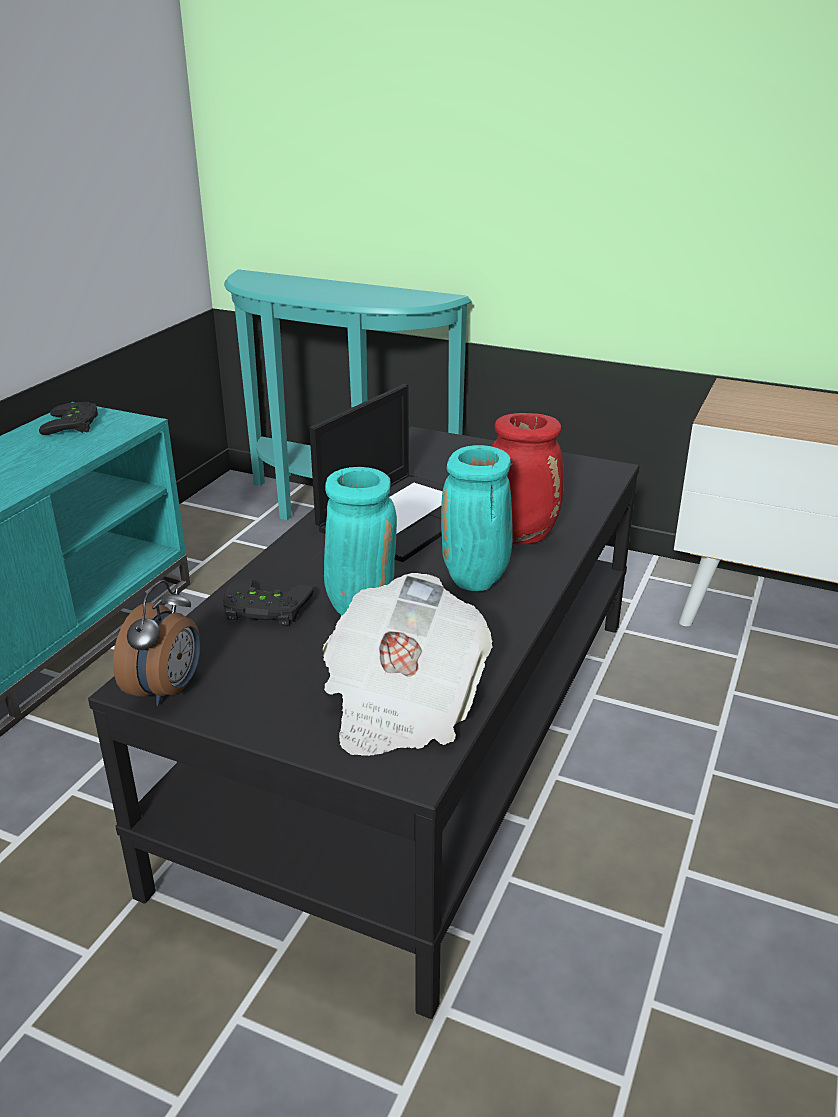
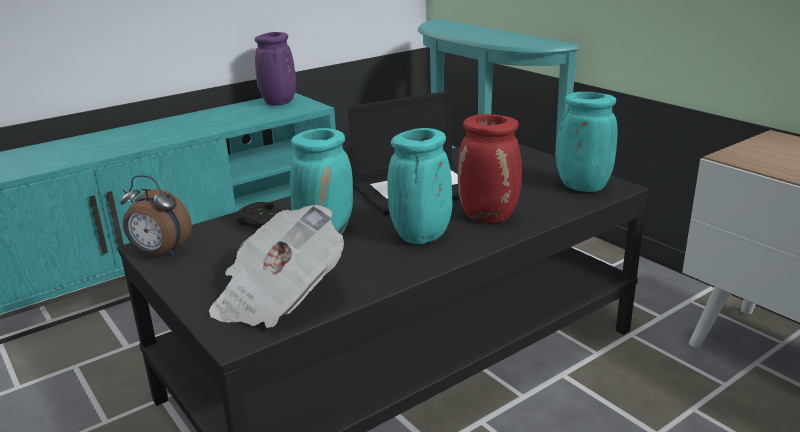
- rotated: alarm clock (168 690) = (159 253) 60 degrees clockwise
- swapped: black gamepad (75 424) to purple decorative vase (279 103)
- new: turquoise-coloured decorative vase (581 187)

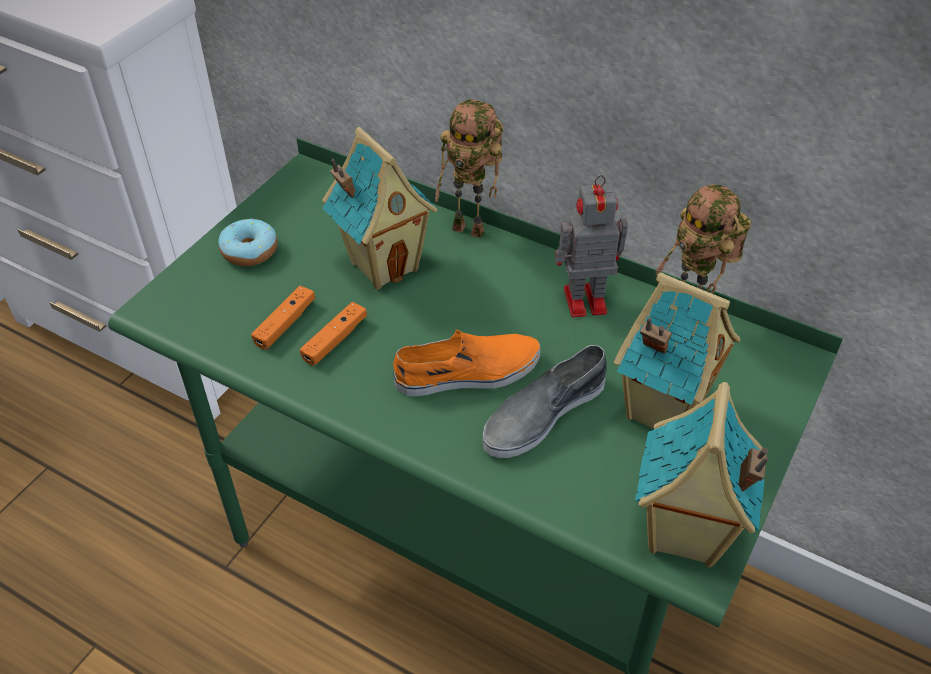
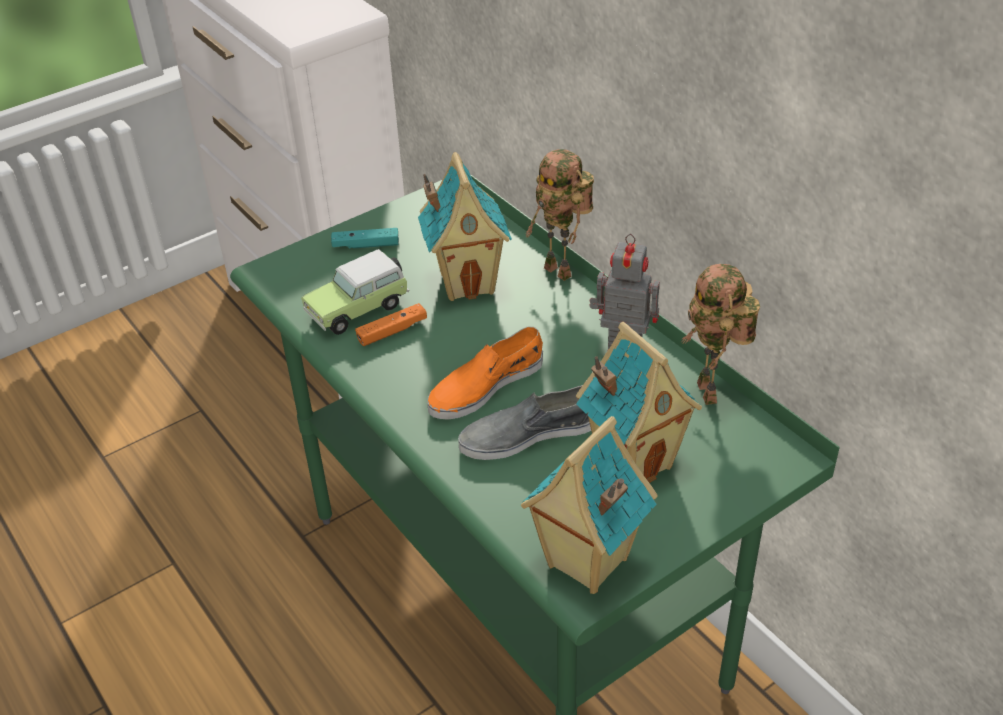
- swapped: orangey gamepad (285 324) to miniature car (360 308)
- swapped: donut (250 251) to turquoise-coloured gamepad (366 245)
- rotated: orangey low shoe (468 373) = (485 386) 135 degrees clockwise

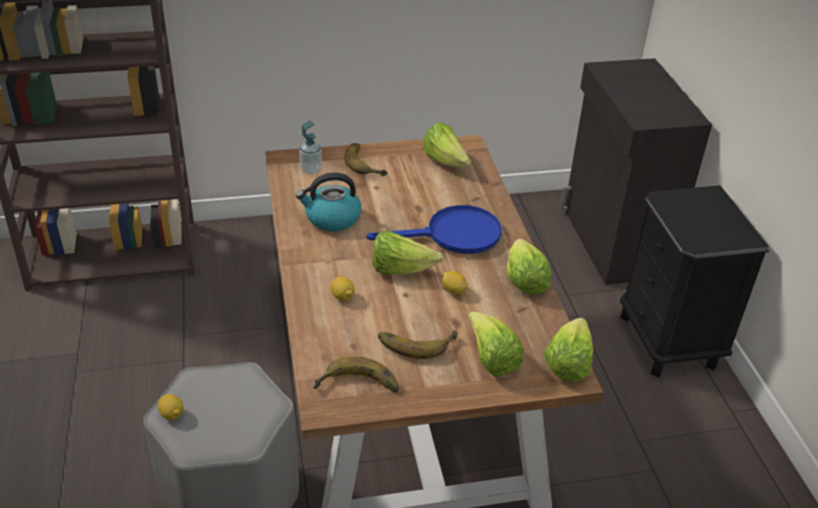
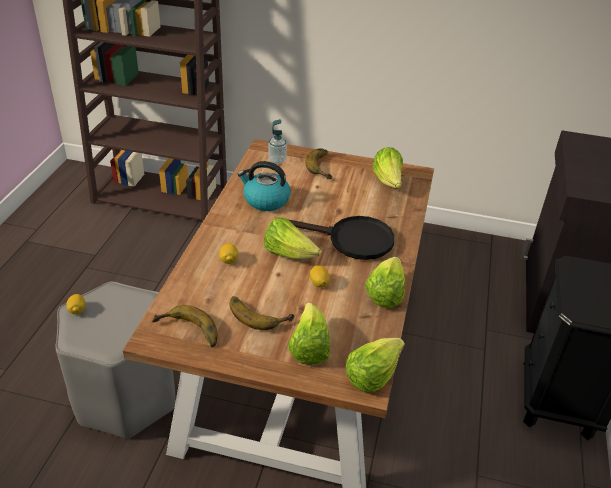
- repainted: blue-coloured skillet (453 235) to black skillet (351 240)

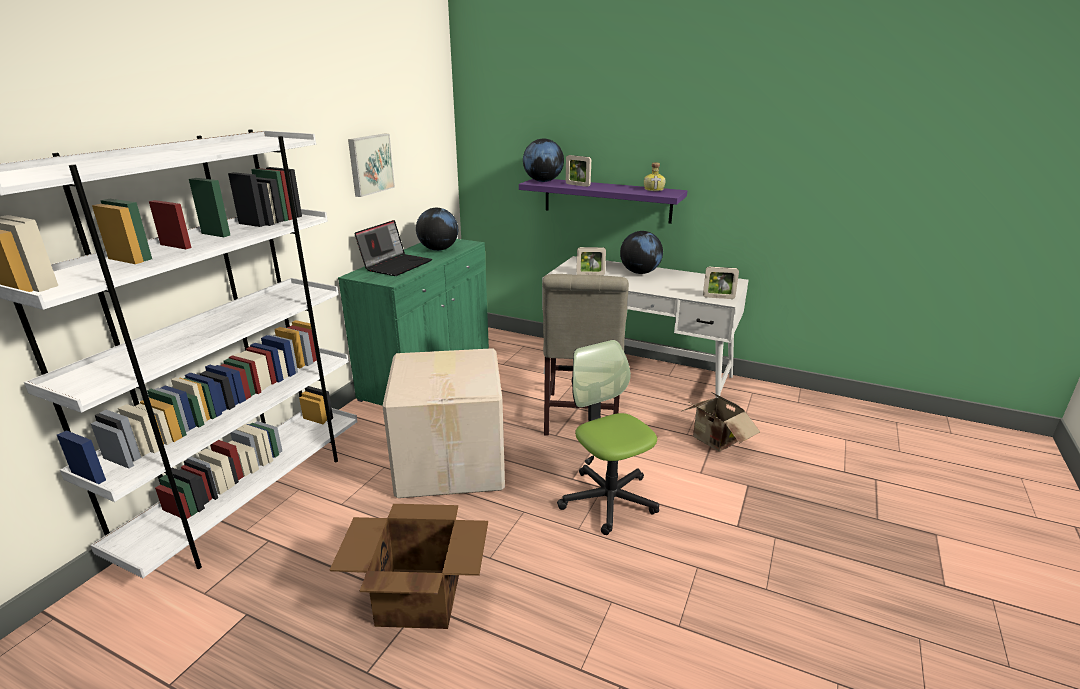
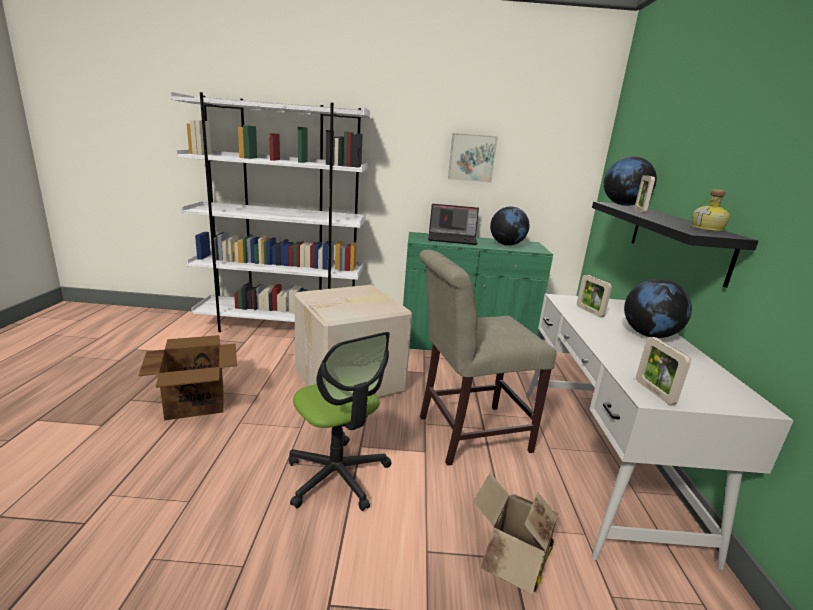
- rotated: desk chair (608 499) = (337 476) 105 degrees clockwise
- repainted: purple shelf (606 200) to black shelf (677 240)

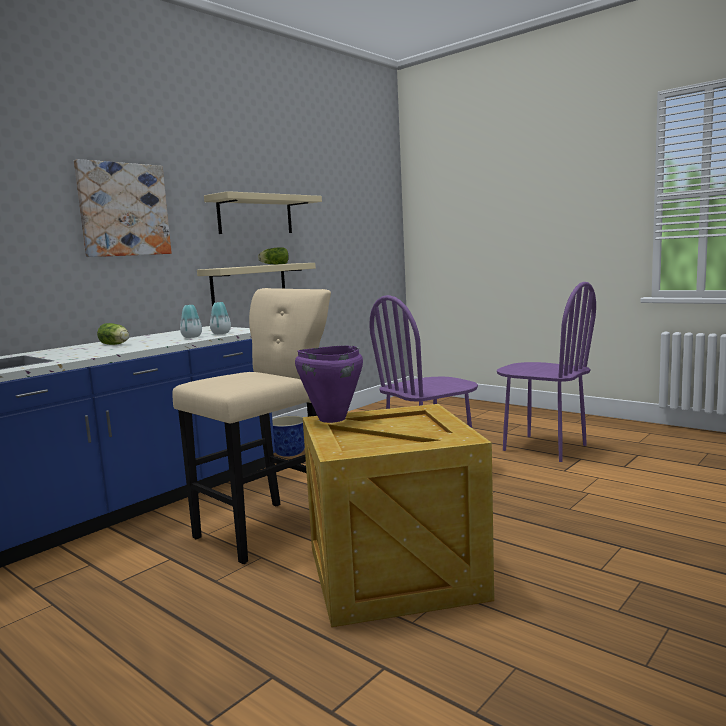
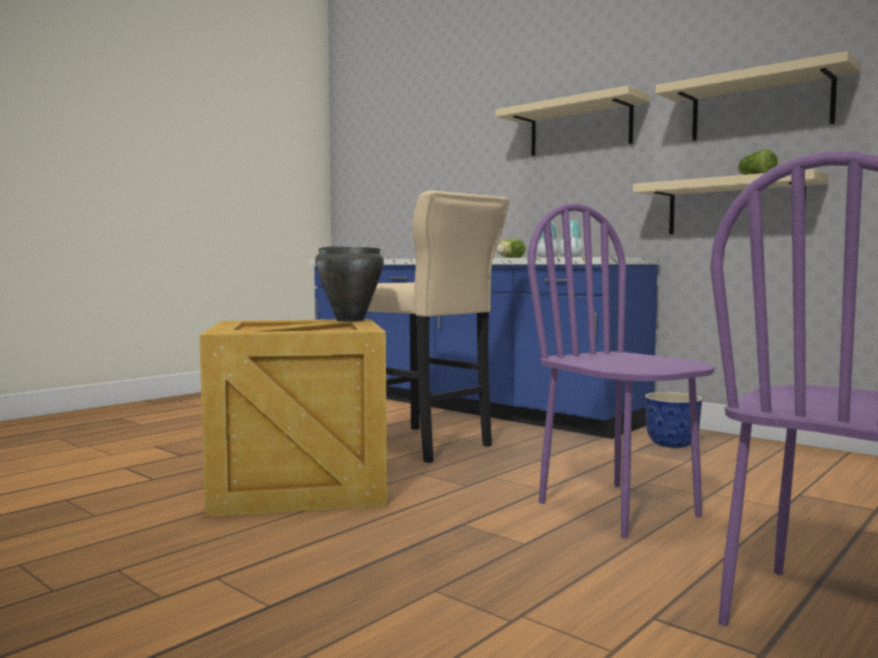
- repainted: purple saucepot (331 419) to black saucepot (350 320)
- swapped: wall art (123 210) to sand-coloured shelf (580 128)

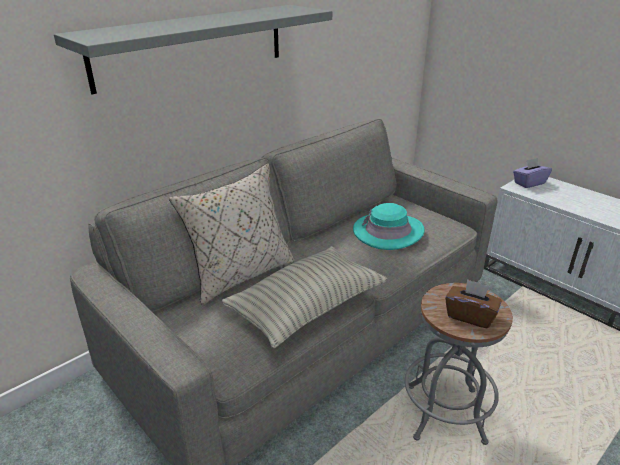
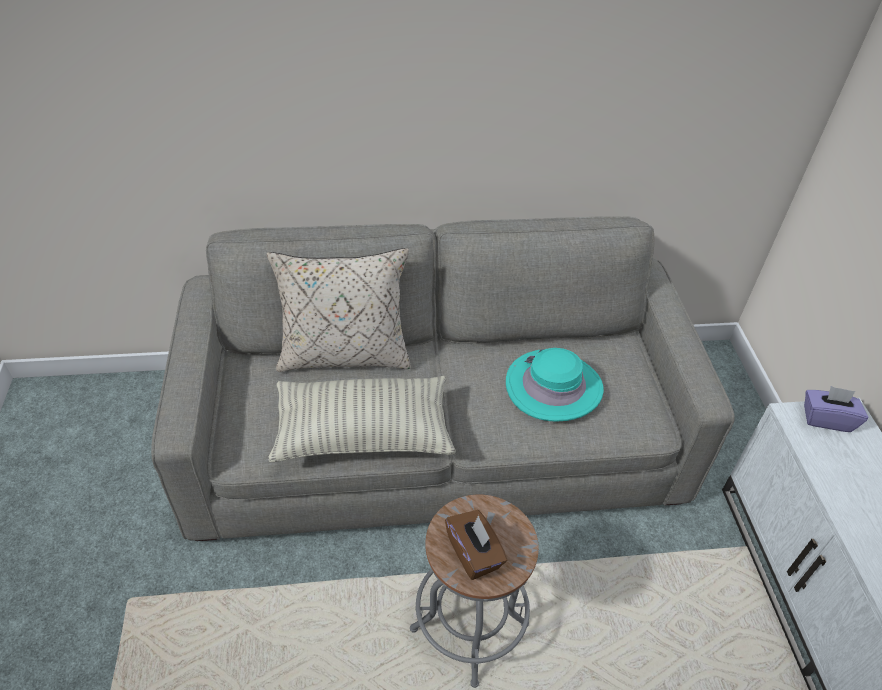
- gone: gray shelf (192 45)

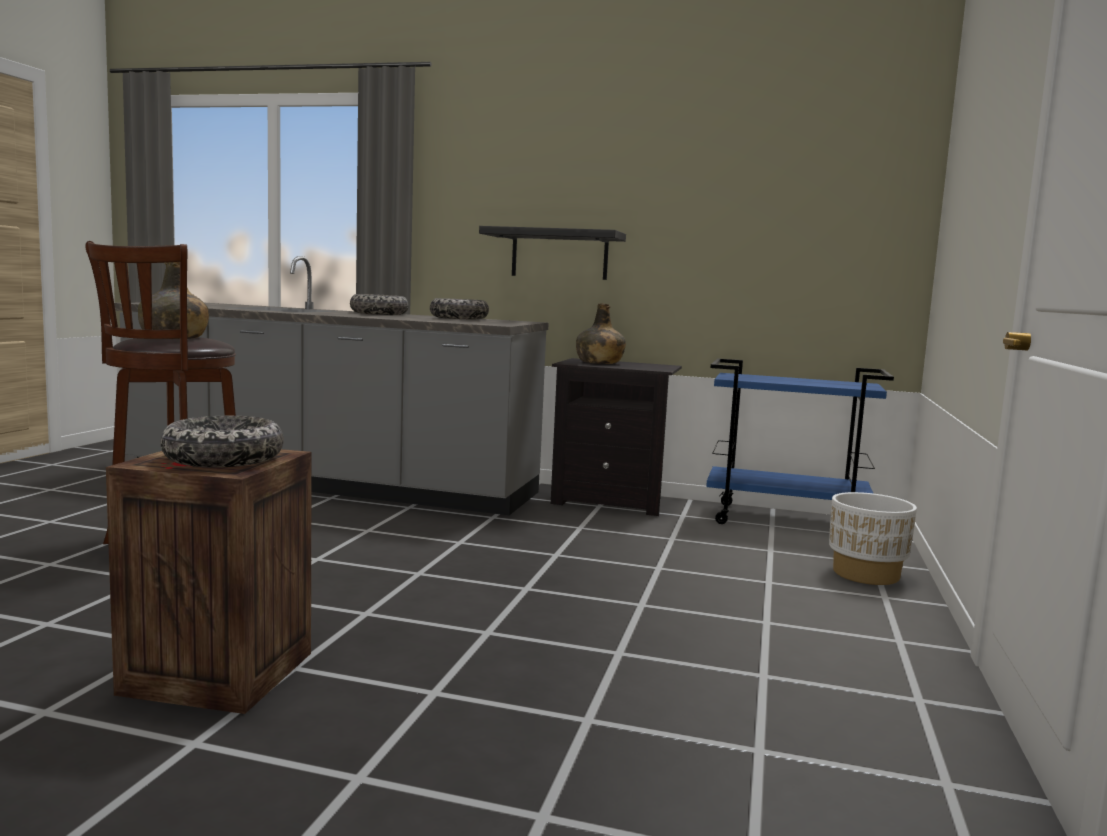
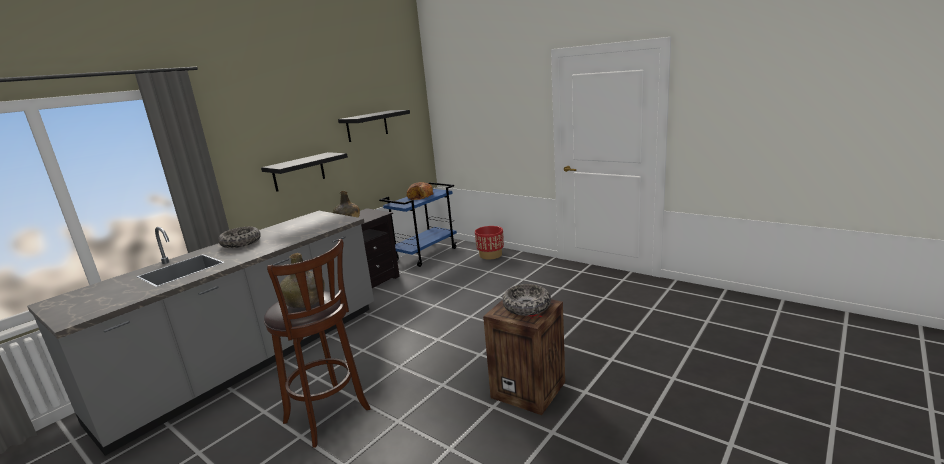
- new: black shelf (367 126)
- new: bread (421 196)
- repainted: white flower pot (866 574) to red-coloured flower pot (490 255)
- gone: bowl (459 318)

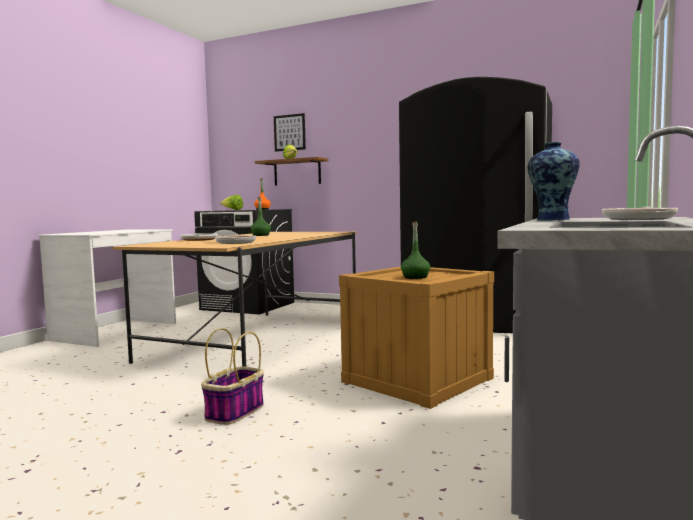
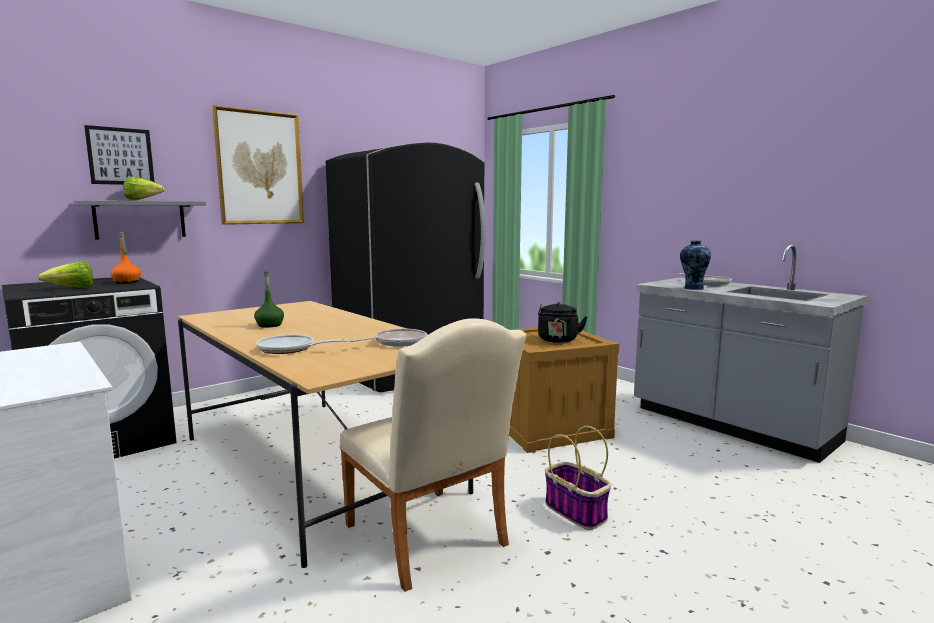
- repainted: brown shelf (297 172) to gray shelf (140 219)
- new: wall art (260 168)
- new: sand-coloured plain chair (430 540)
- swapped: greenish bottle (415 277) to black kettle (558 340)

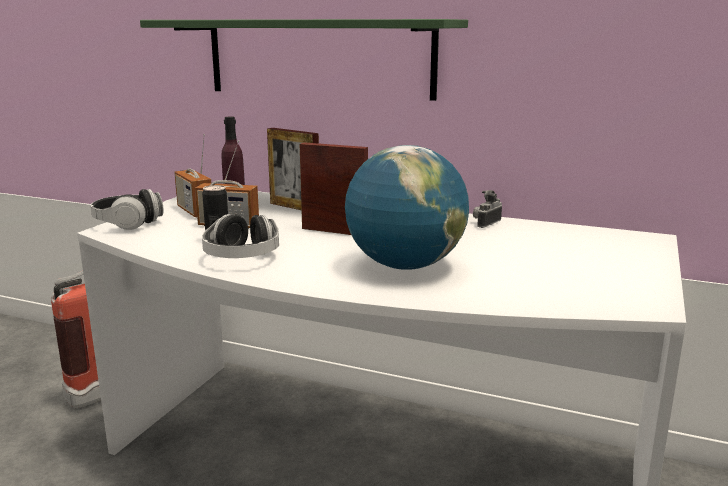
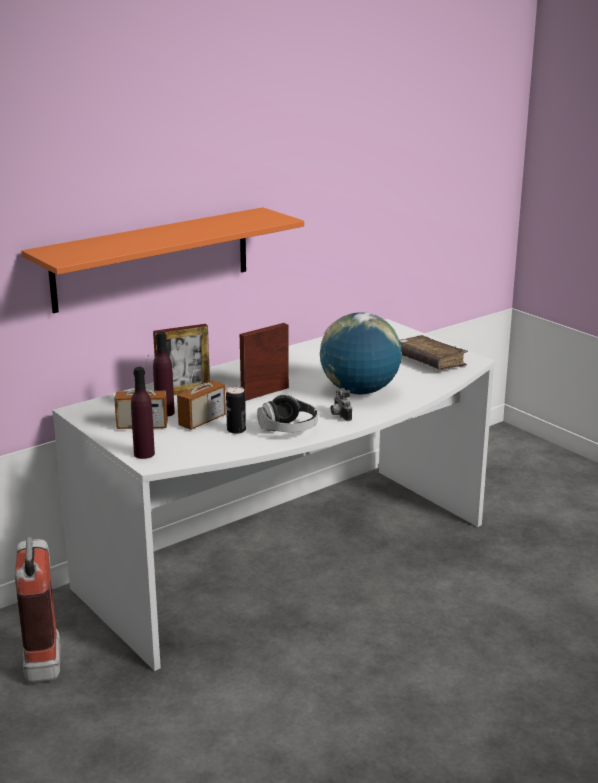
- repainted: greenish shelf (318 58) to orangey shelf (152 259)
- swapped: headset (128 223) to purple bottle (144 454)
- shifted: photo camera (485 223) to (339 416)
- new: brown bound book (429 362)

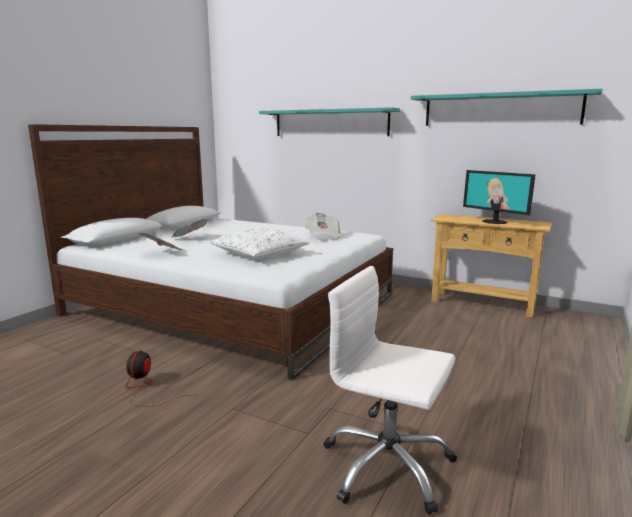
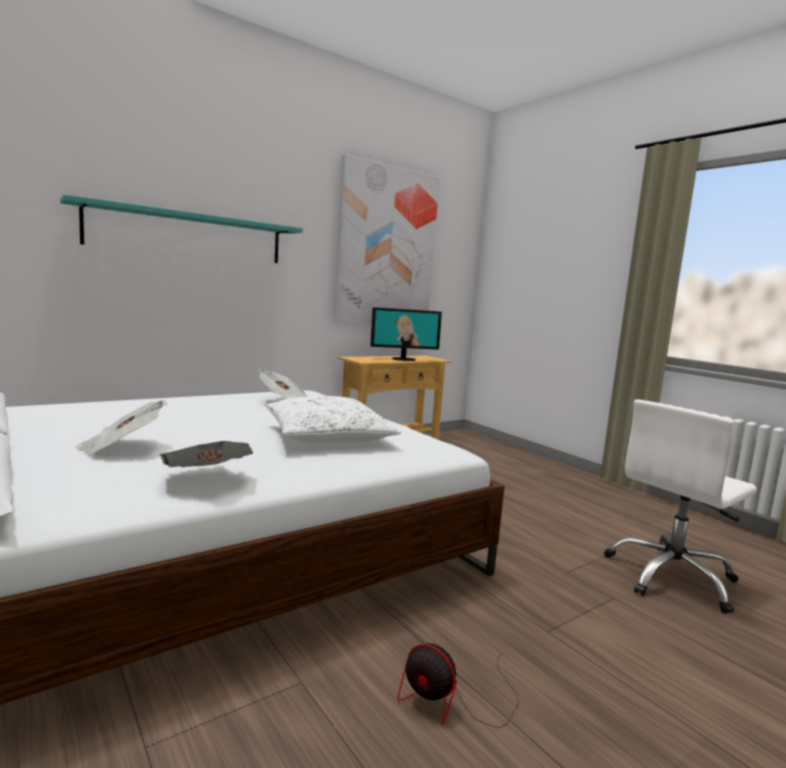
- swapped: turquoise-coloured shelf (500 109) to wall art (386 246)

